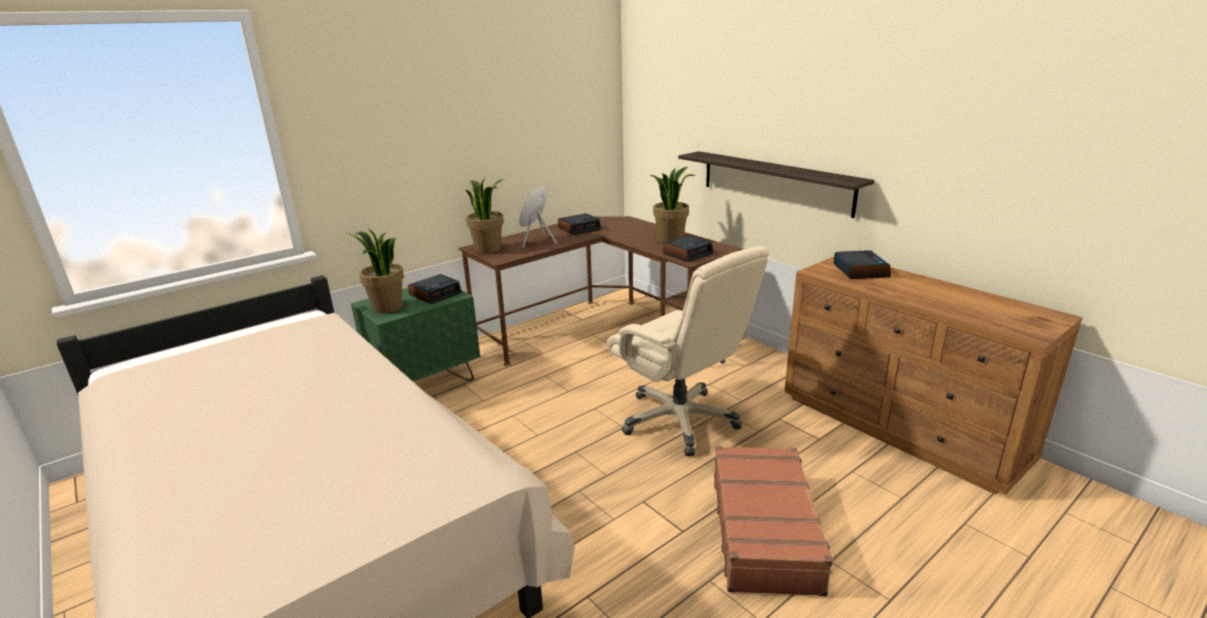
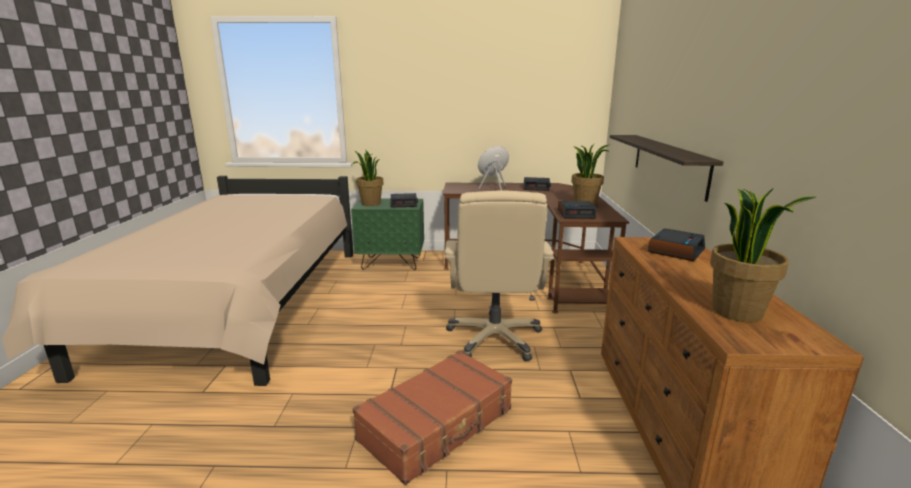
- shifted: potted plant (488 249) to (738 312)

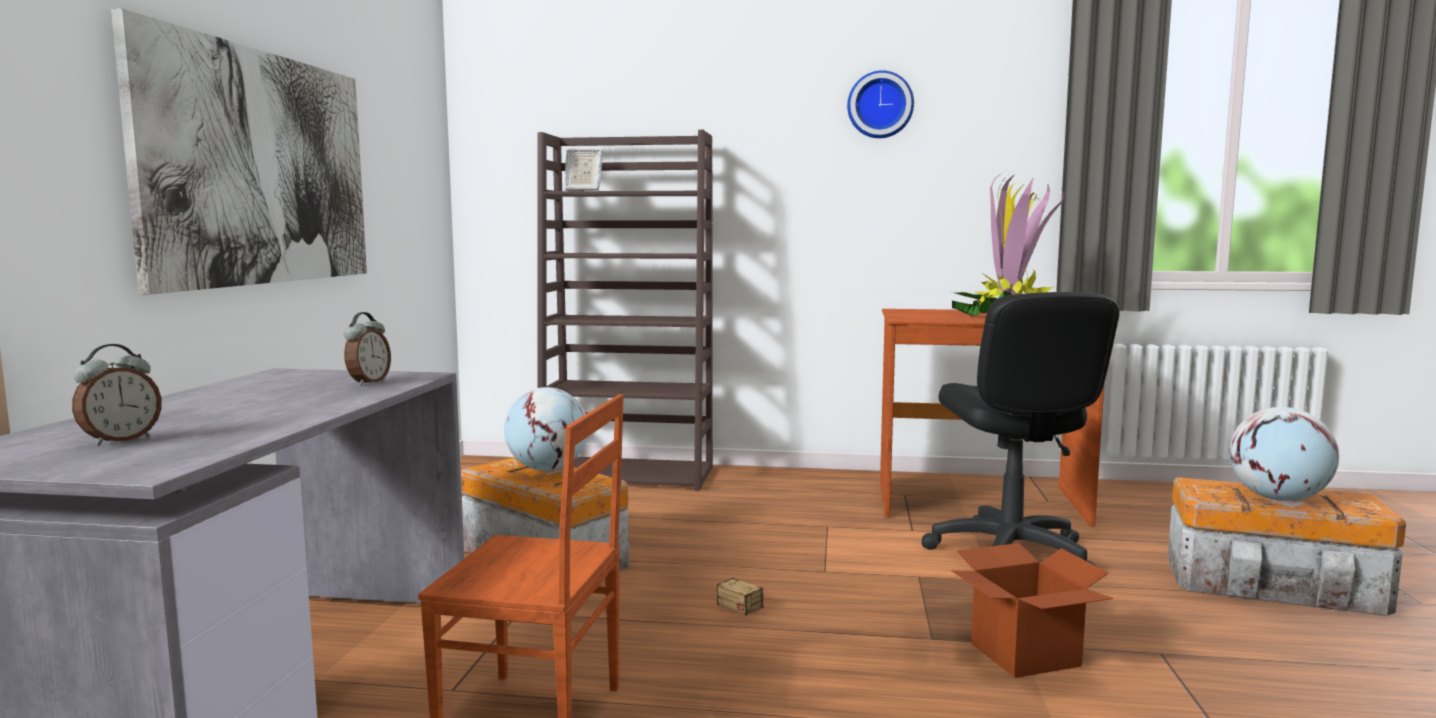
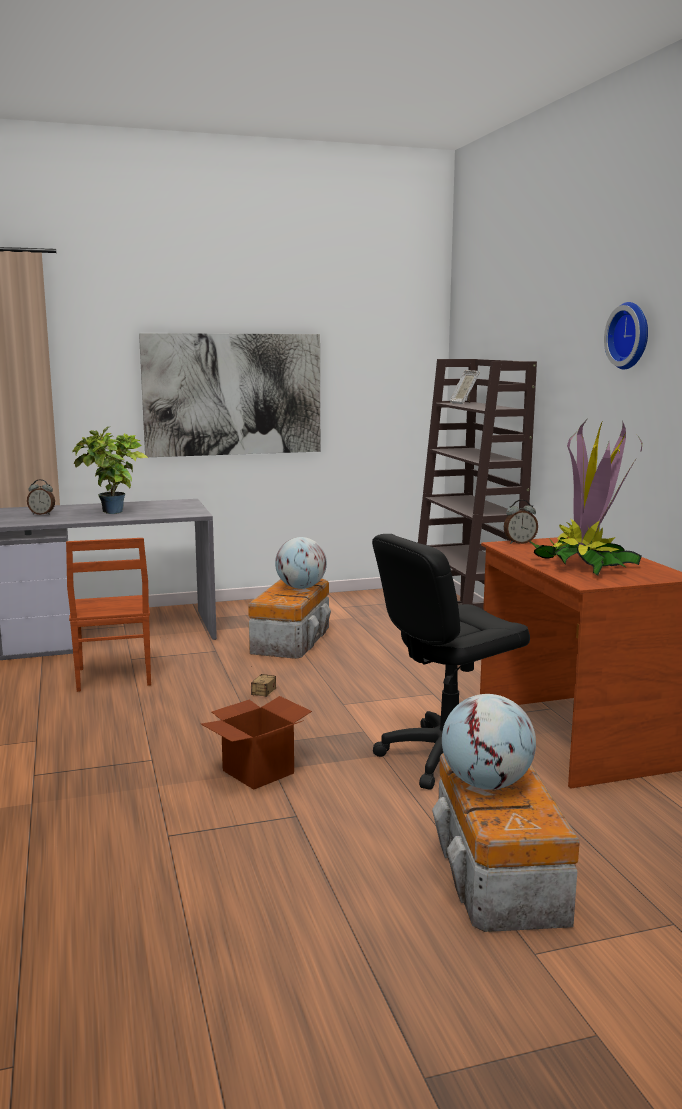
- new: potted plant (112 513)
- shifted: alarm clock (368 382) to (519 543)

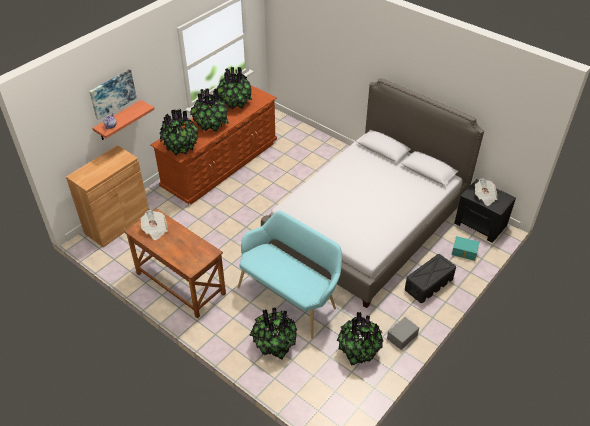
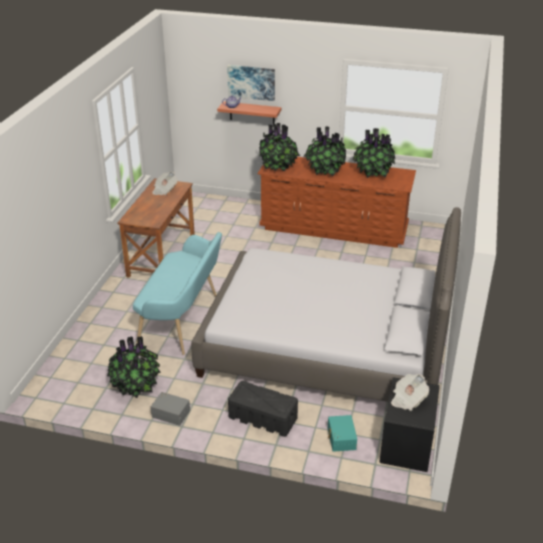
- gone: brown cabinet (117 223)
- gone: potted plant (274 344)

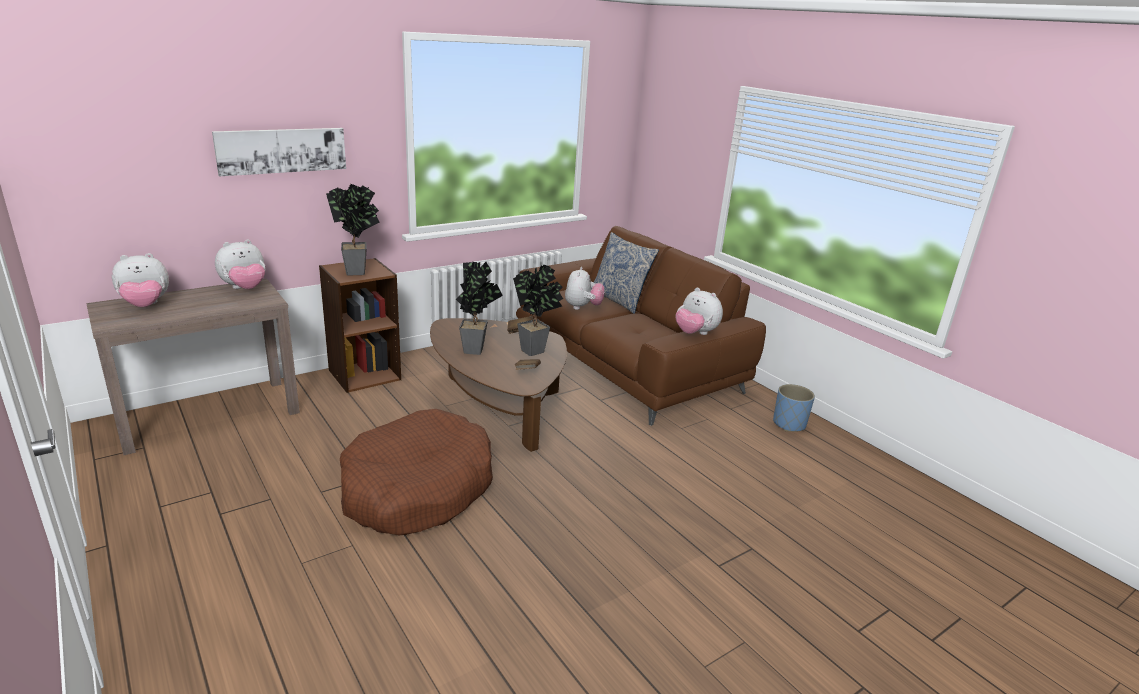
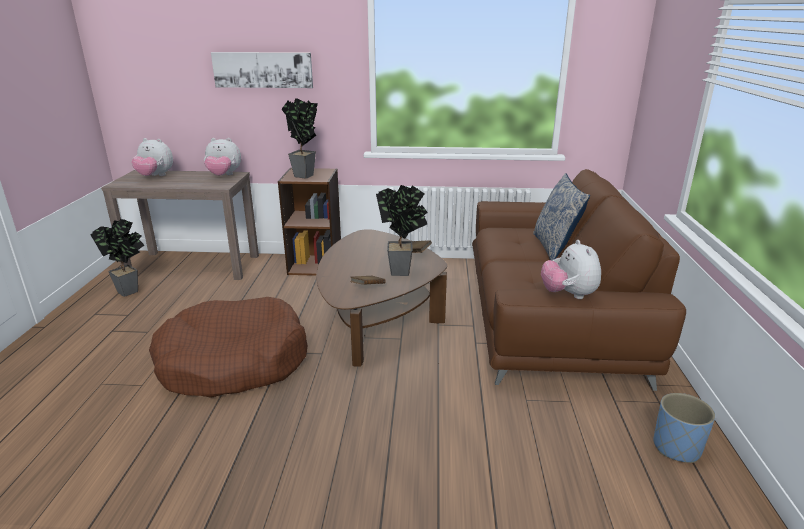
- shifted: potted plant (476 349) to (132 291)
- gone: soft toy (582 307)

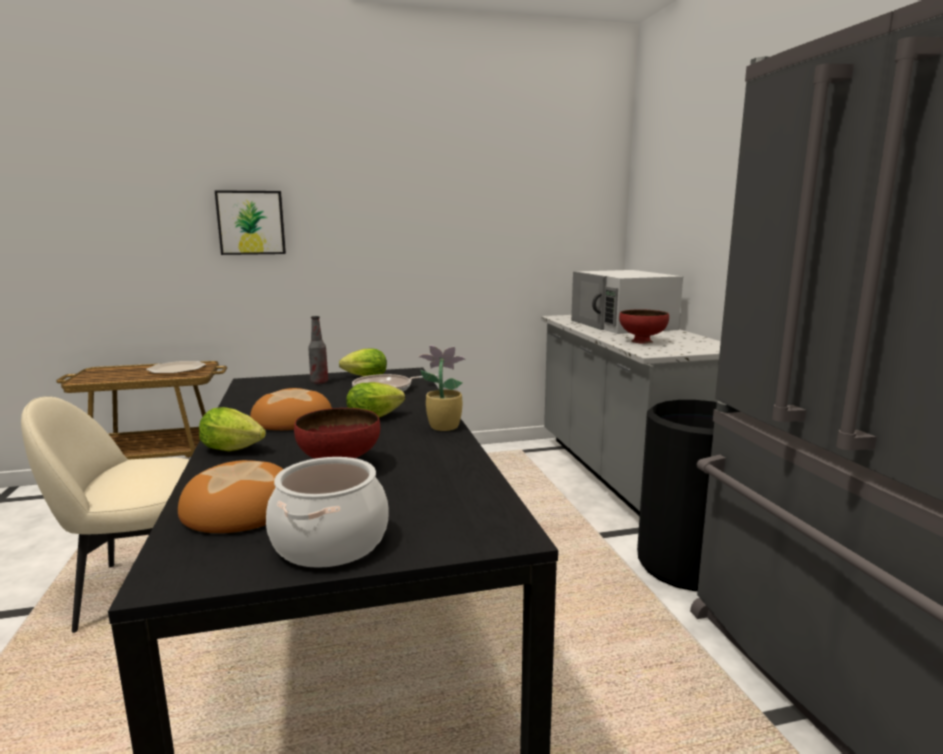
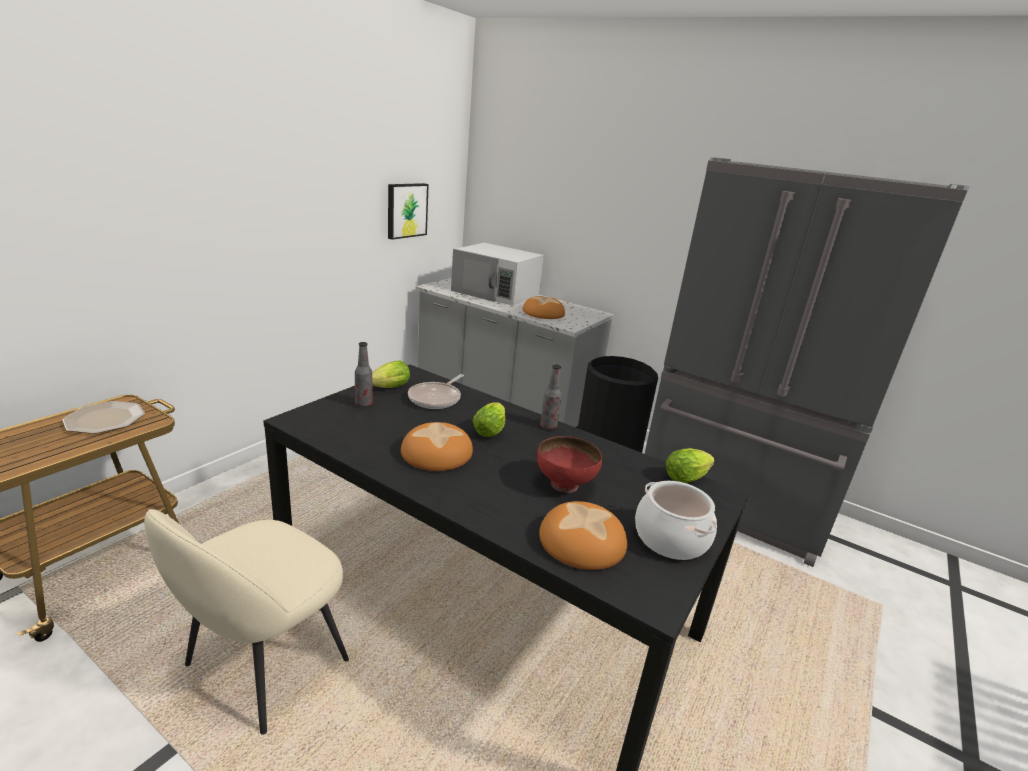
- shifted: wall art (251 222) to (406 210)
- swapped: red-coloured bowl (642 341) to bread (543 313)
- swapped: potted plant (442 426) to bottle (548 426)
- shifted: head of lettuce (236 450) to (688 478)

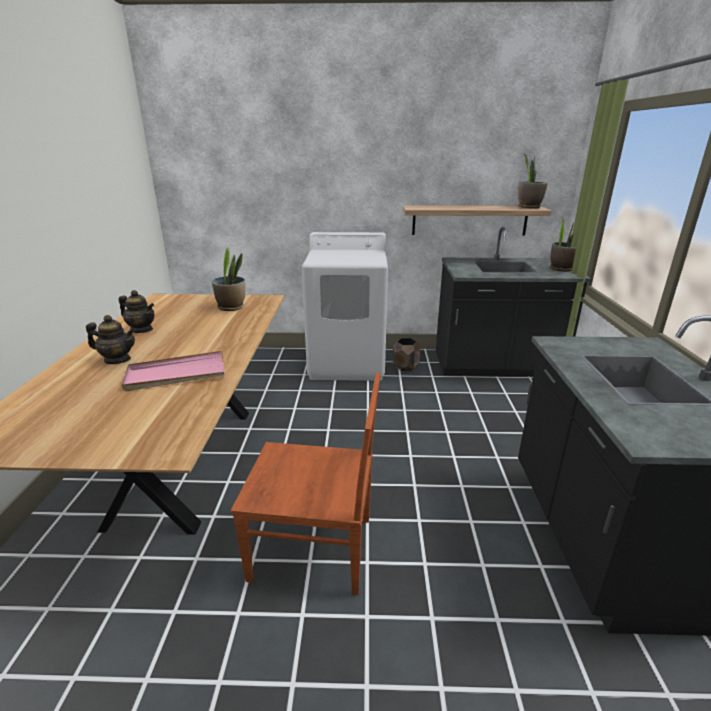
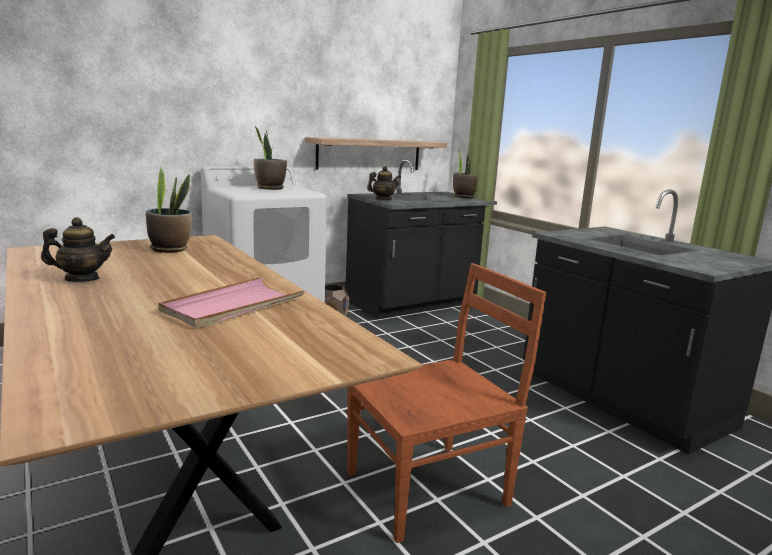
- shifted: potted plant (528 207) to (270 188)
- shifted: teapot (117 360) to (383 199)

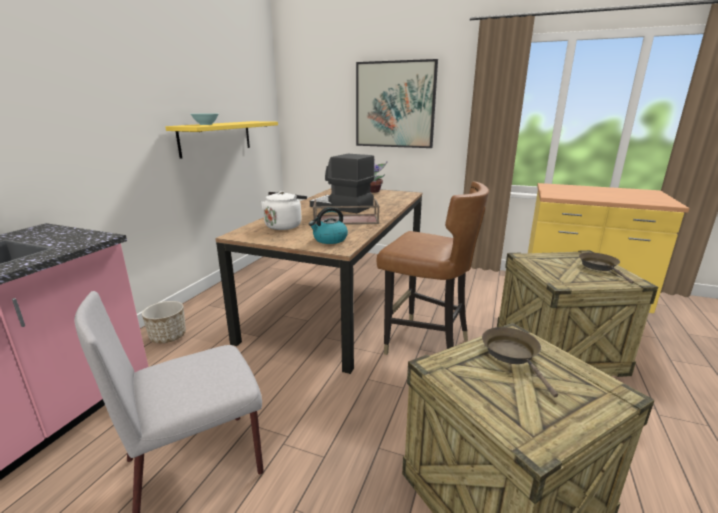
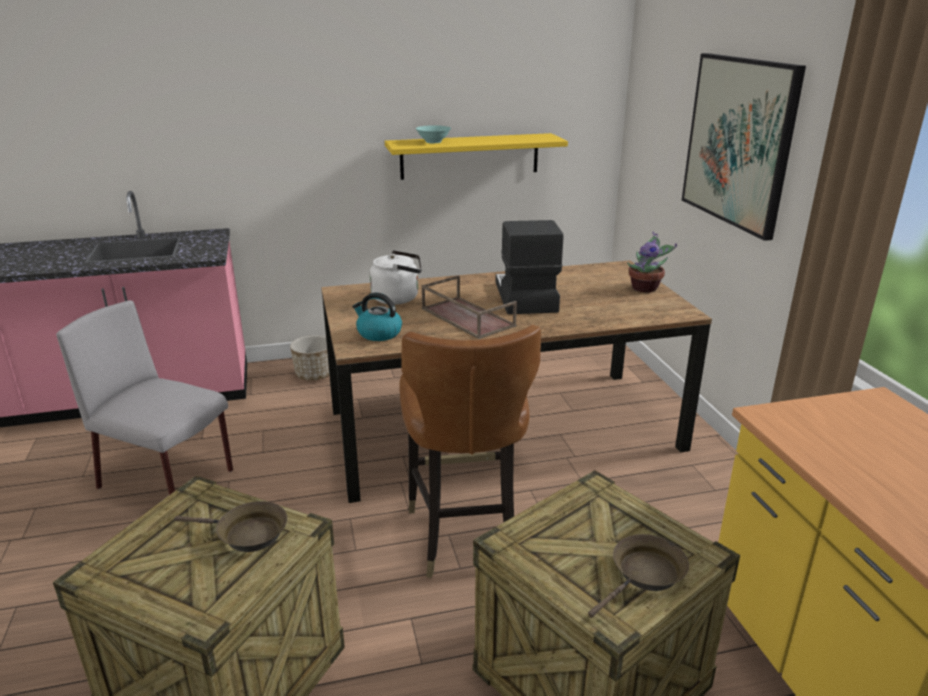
- rotated: brown skillet (513 355) = (247 534) 60 degrees clockwise

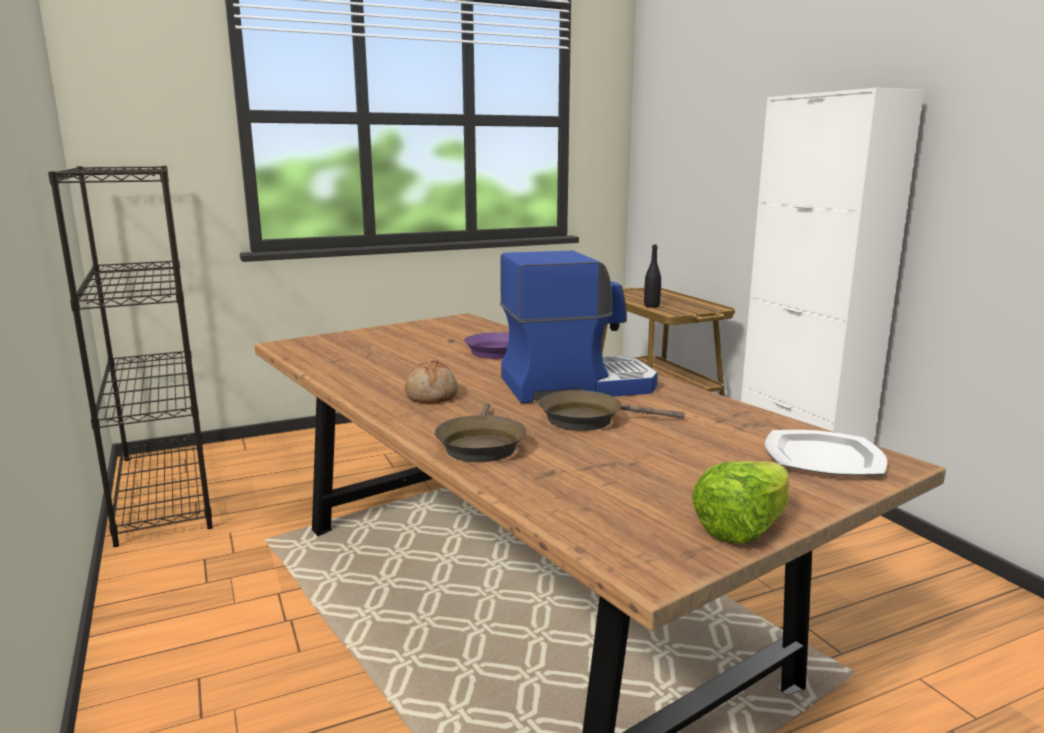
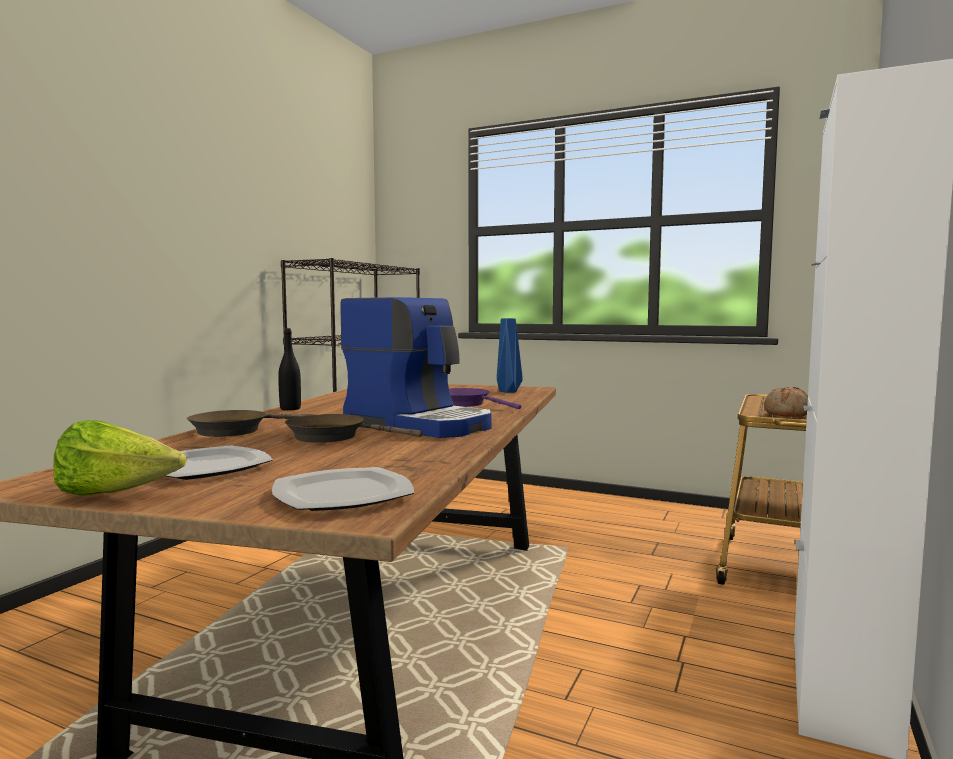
- new: dinner plate (208 467)
- shifted: black bottle (651 306) to (290 409)
- rotated: brown skillet (587 419) = (333 437) 45 degrees counterclockwise
- new: blue-coloured decorative vase (507 391)
- shifted: bread (432 395) to (788 413)

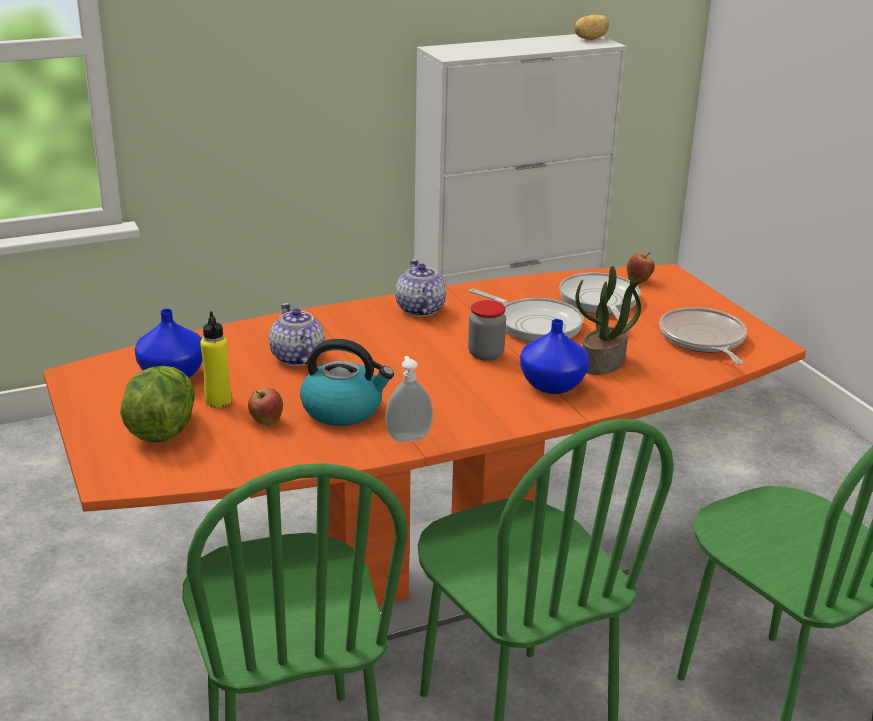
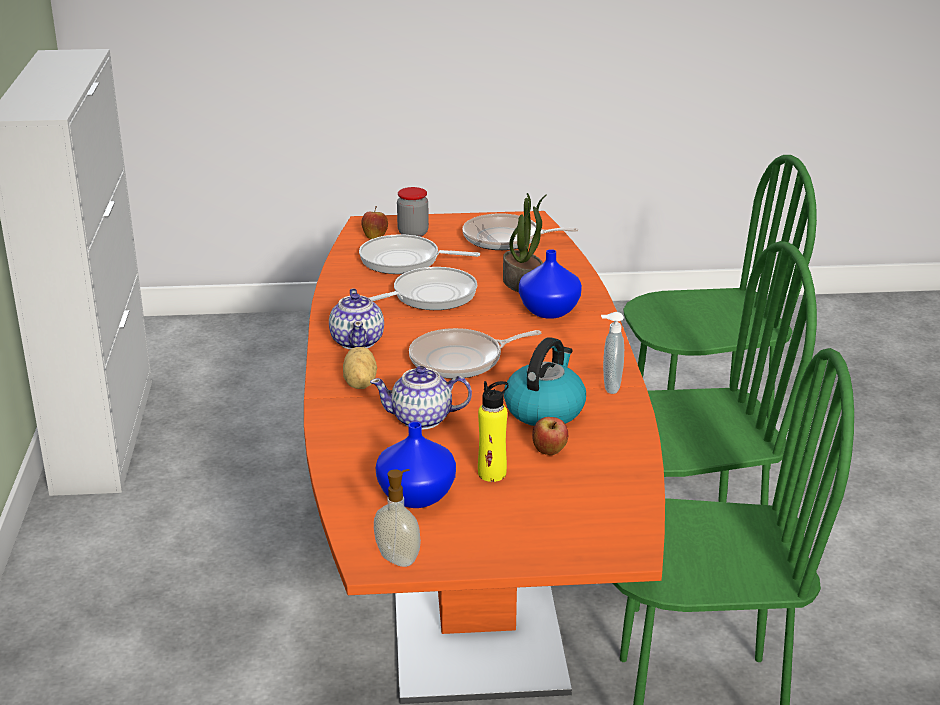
- rotated: teapot (420 309) = (358 341) 105 degrees counterclockwise
- shifted: whole potato (590 39) to (358 384)
- new: soap bottle (398 558)
- shifted: storage jar (485 354) to (413 233)
- new: skillet (461 361)
- gone: head of lettuce (162 428)

